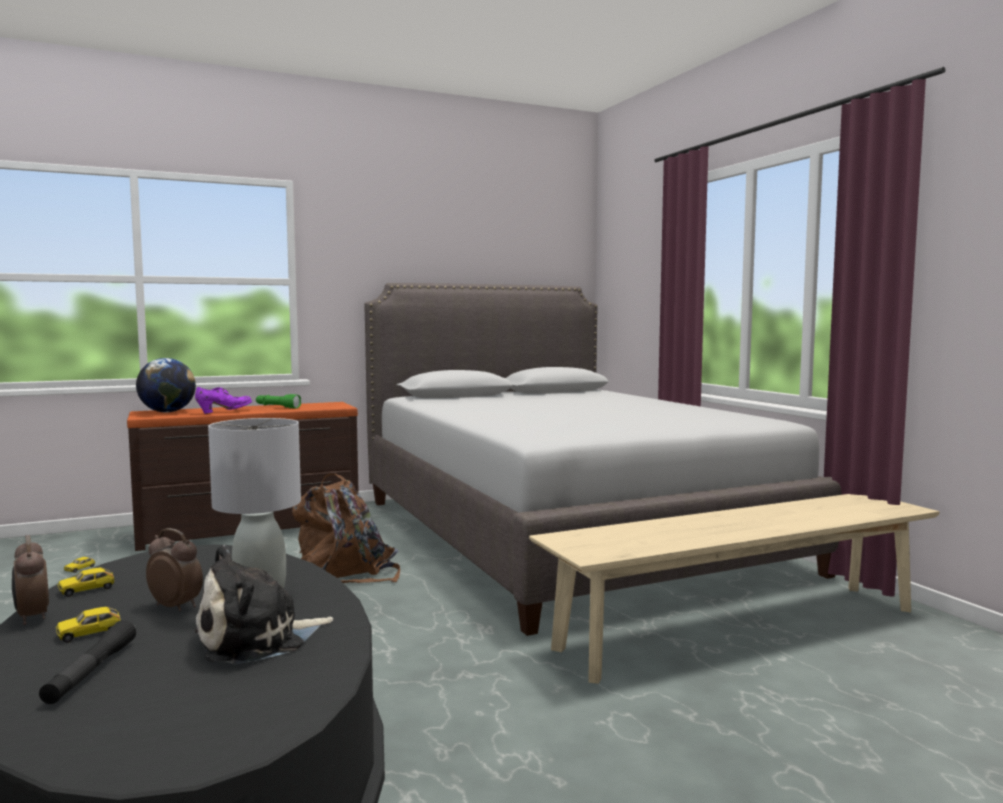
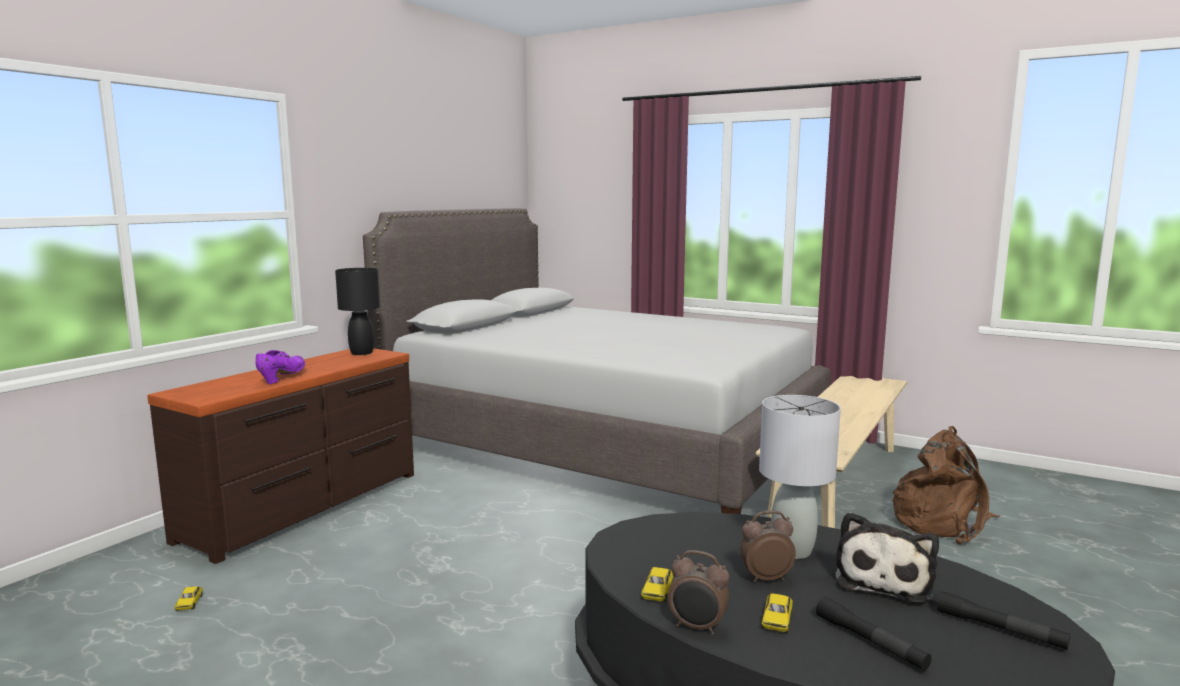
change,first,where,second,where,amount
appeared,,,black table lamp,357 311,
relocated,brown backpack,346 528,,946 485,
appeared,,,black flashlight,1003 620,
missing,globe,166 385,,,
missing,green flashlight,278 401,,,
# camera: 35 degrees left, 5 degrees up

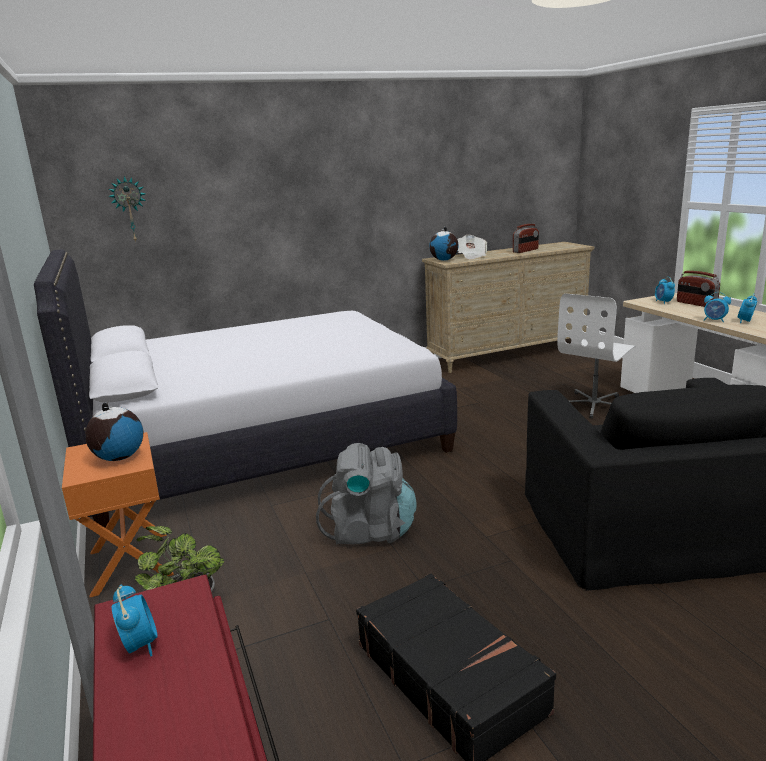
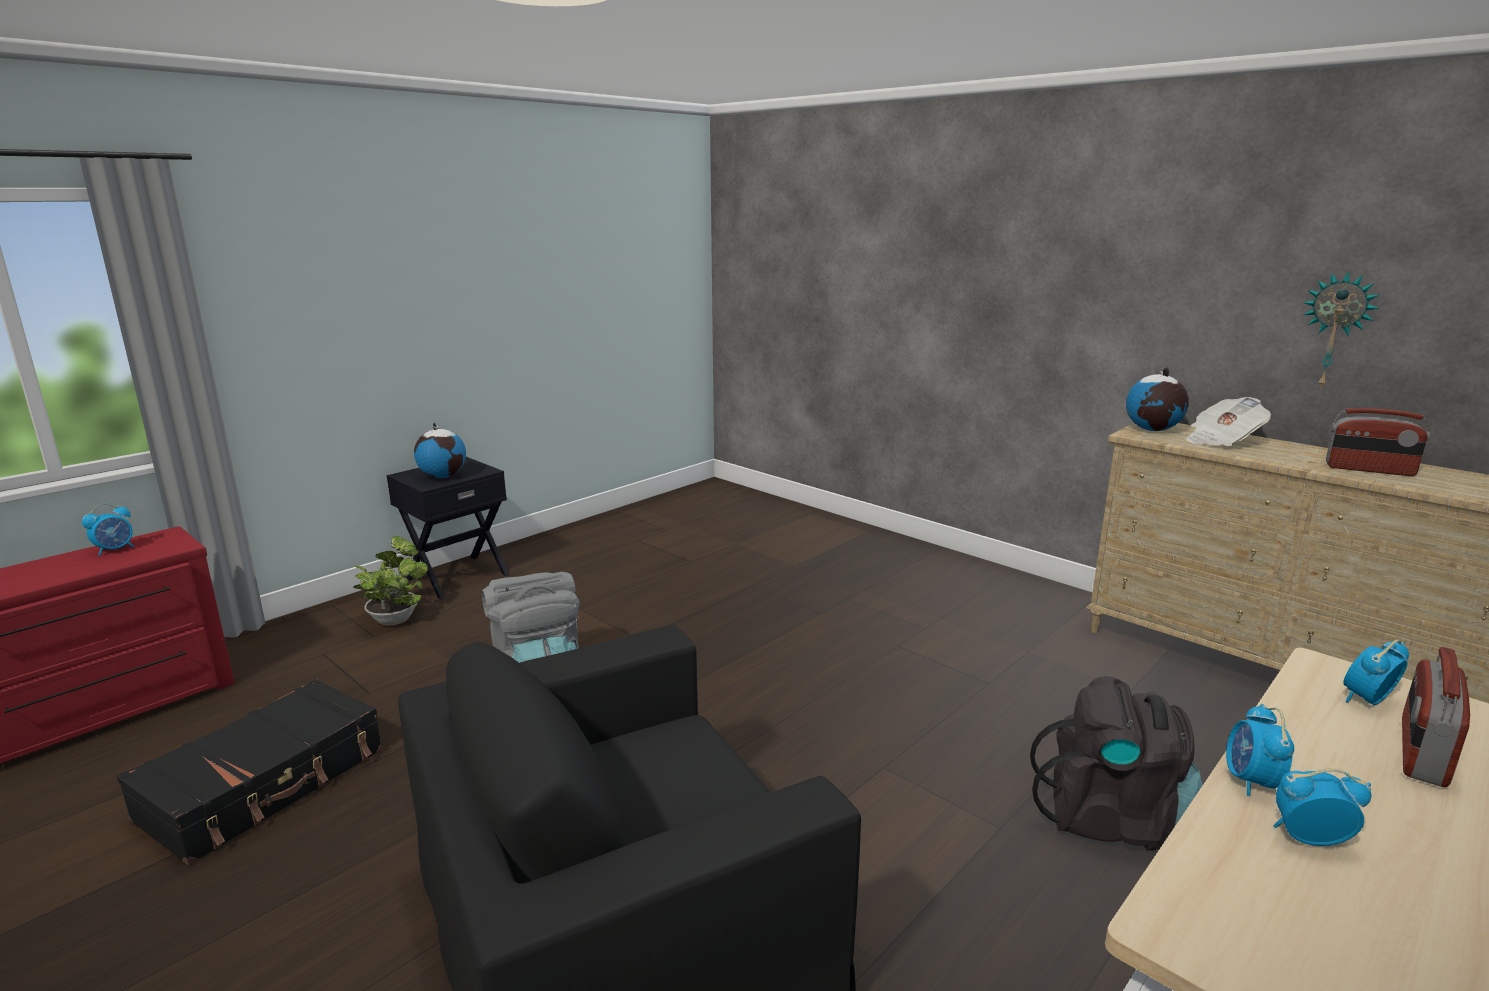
change,first,where,second,where,amount
colour,orange nightstand,118 514,black nightstand,448 528,
exchanged,white office chair,596 356,black backpack,1116 763,
relocated,wall clock,127 209,,1341 330,
missing,white bed,245 388,,,
# camera: 65 degrees right, 0 degrees up

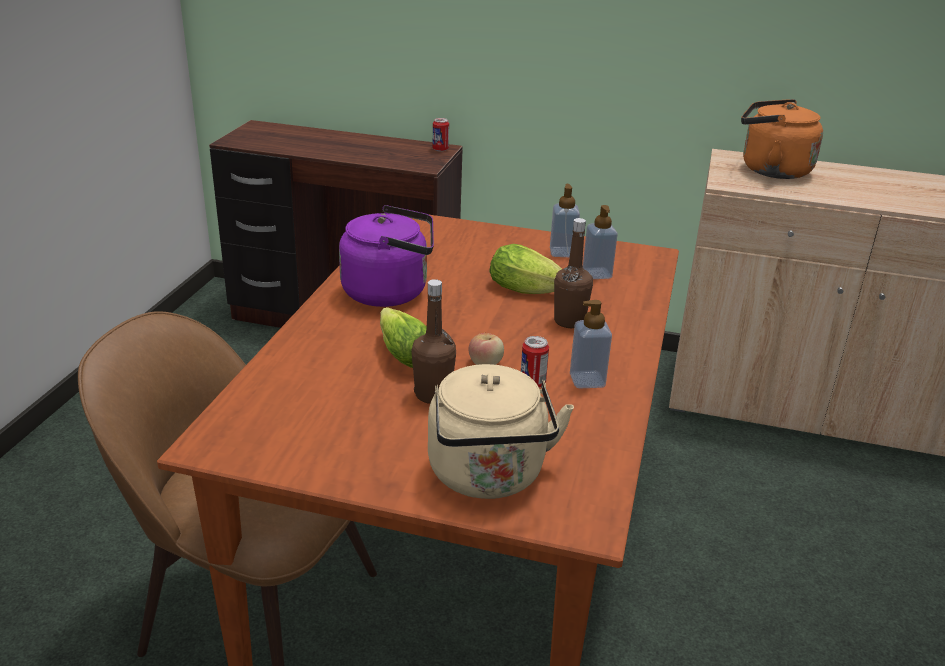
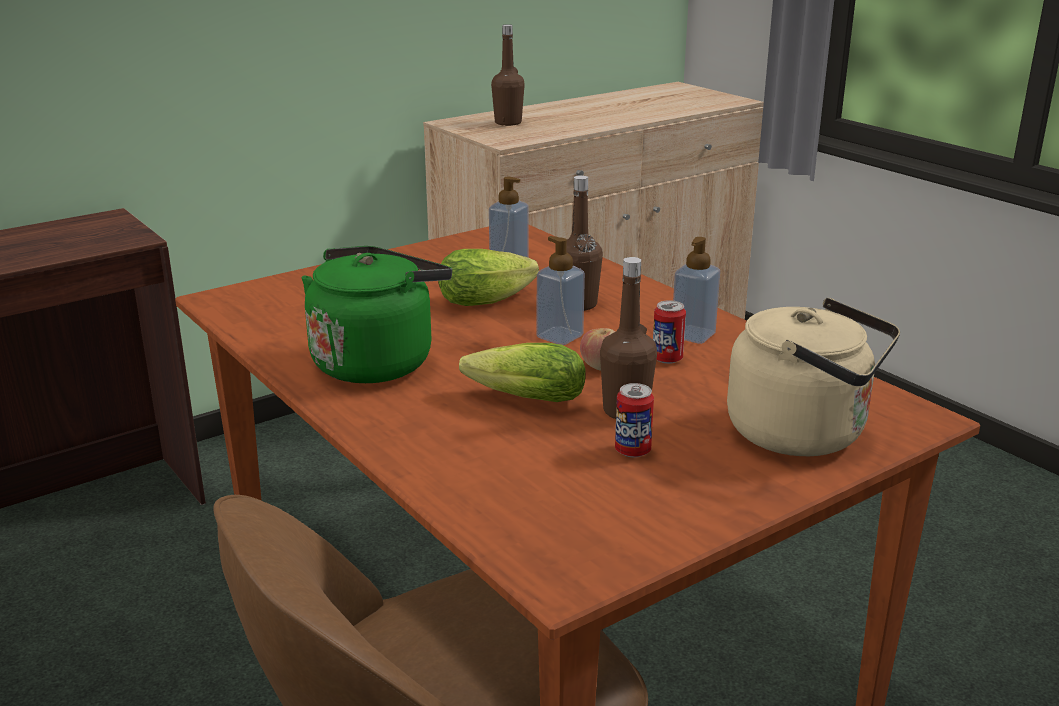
change,first,where,second,where,amount
colour,purple kettle,386 256,green kettle,376 314,
exchanged,orange kettle,782 139,brown bottle,508 75,
relocated,soap dispenser,565 220,,561 290,
relocated,can,441 135,,634 420,
# camera: 50 degrees left, 5 degrees down

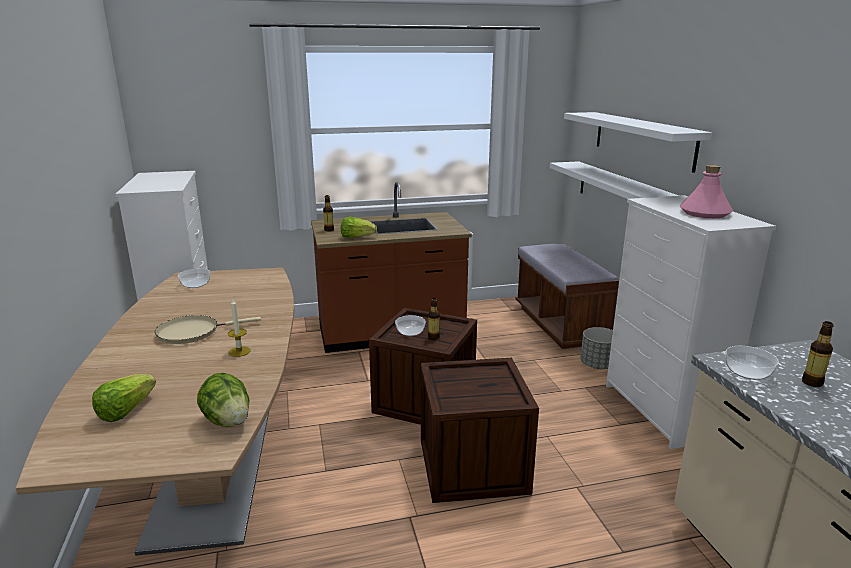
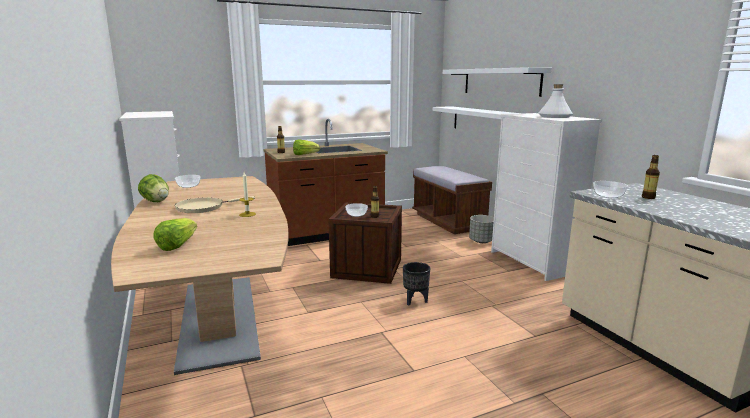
change,first,where,second,where,amount
relocated,lettuce,223 400,,153 188,
exchanged,crate,480 430,black planter,416 283,
colour,pink bottle,706 191,white bottle,556 101,
# camera: 10 degrees left, 5 degrees down

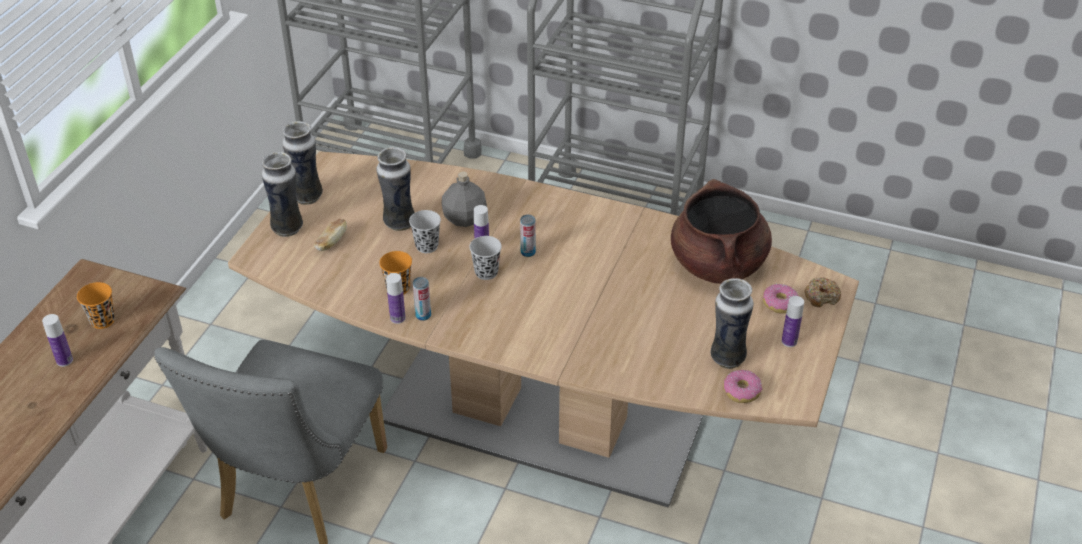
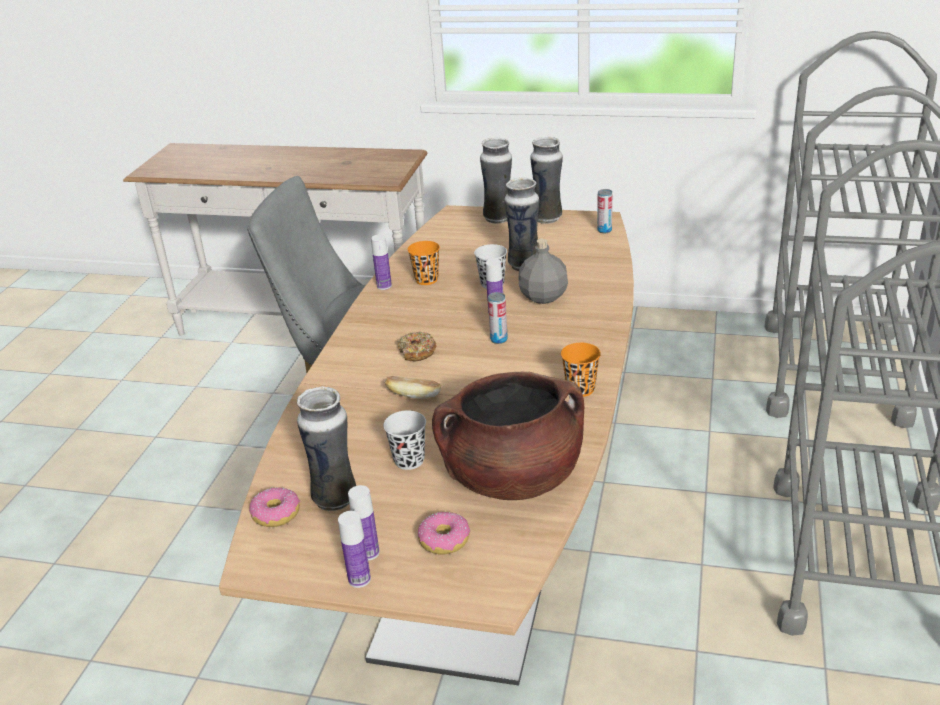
change,first,where,second,where,amount
relocated,bottle,57 340,,354 549,
relocated,black cup,485 258,,404 440,
relocated,bread,330 235,,412 387,
relocated,donut,822 292,,417 346,
relocated,orange cup,96 305,,581 370,
relocated,can,422 299,,604 211,
# camera: 85 degrees right, 10 degrees down

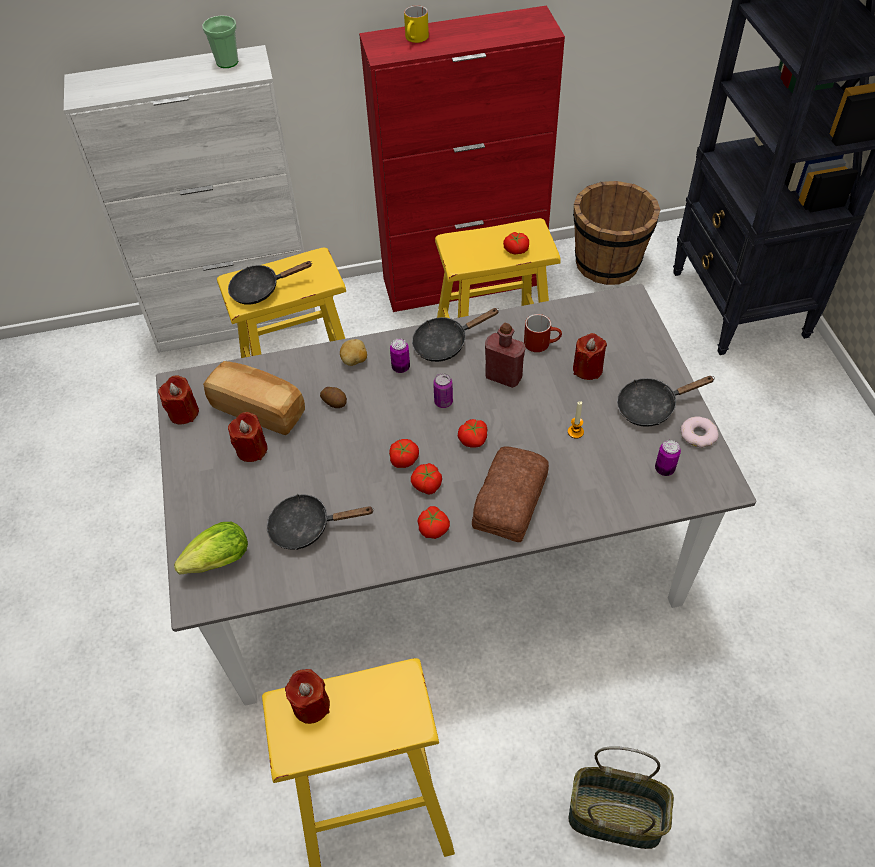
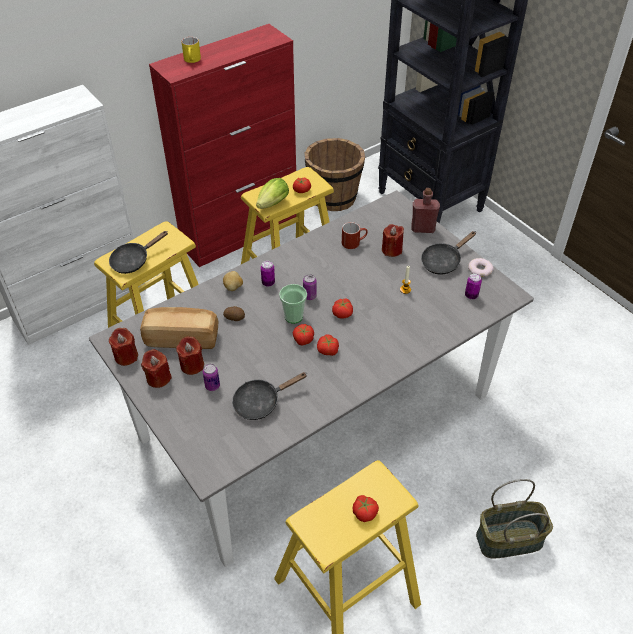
change,first,where,second,where,amount
relocated,red candle,307 696,,156 368,
appeared,,,can,211 377,
relocated,lettuce,211 548,,272 193,
relocated,cup,220 41,,293 304,
relocated,tomato,433 522,,365 508,
relocated,red bottle,505 355,,425 210,
missing,black frying pan,455 335,,,
missing,bread,510 494,,,
# camera: 25 degrees left, 5 degrees down

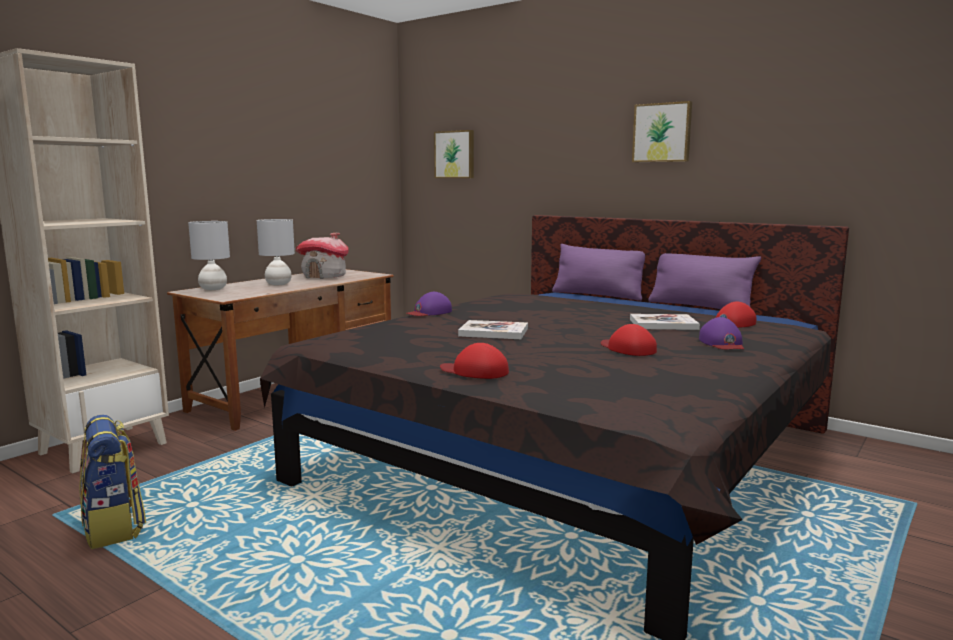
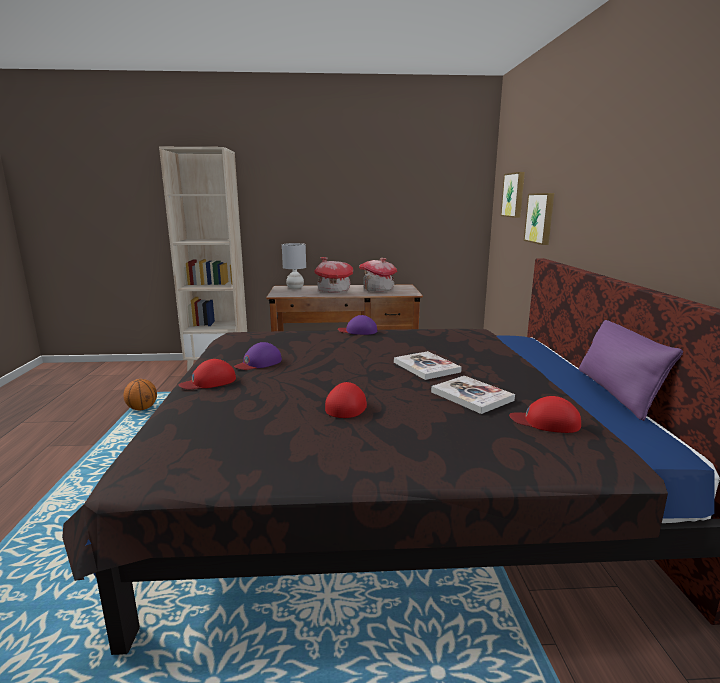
change,first,where,second,where,amount
exchanged,backpack,112 482,basketball,140 395,
spun,red cap,474 361,,207 374,105 degrees counterclockwise
relocated,purple cap,721 333,,258 356,
exchanged,grey table lamp,276 252,toy house,333 274,
relocated,book,493 329,,428 365,
relocated,picture,662 131,,539 219,
missing,purple pillow,598 272,,,
# camera: 50 degrees right, 5 degrees up

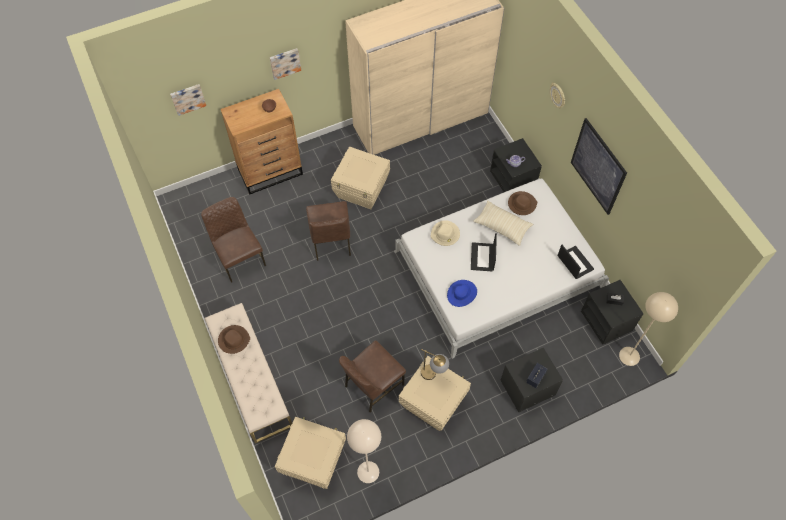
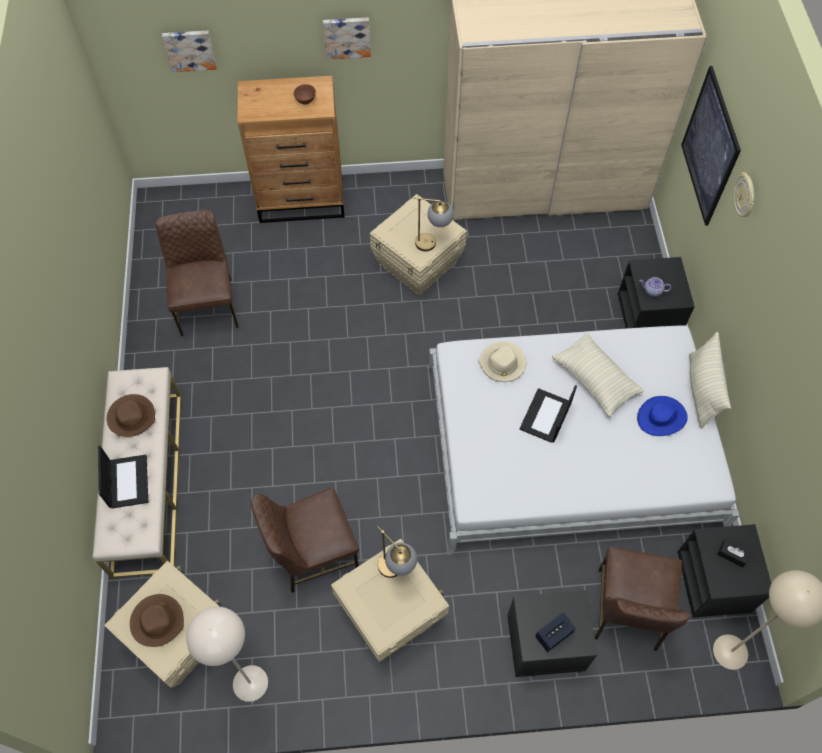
change,first,where,second,where,amount
relocated,laptop,575 262,,123 477,
relocated,brown hat,522 203,,157 620,
appeared,,,table lamp,433 224,
relocated,brown chair,328 231,,643 599,
relocated,blue hat,462 293,,662 416,
relocated,picture,599 166,,711 146,
appeared,,,beige pillow,710 380,
# camera: 20 degrees right, 0 degrees up

